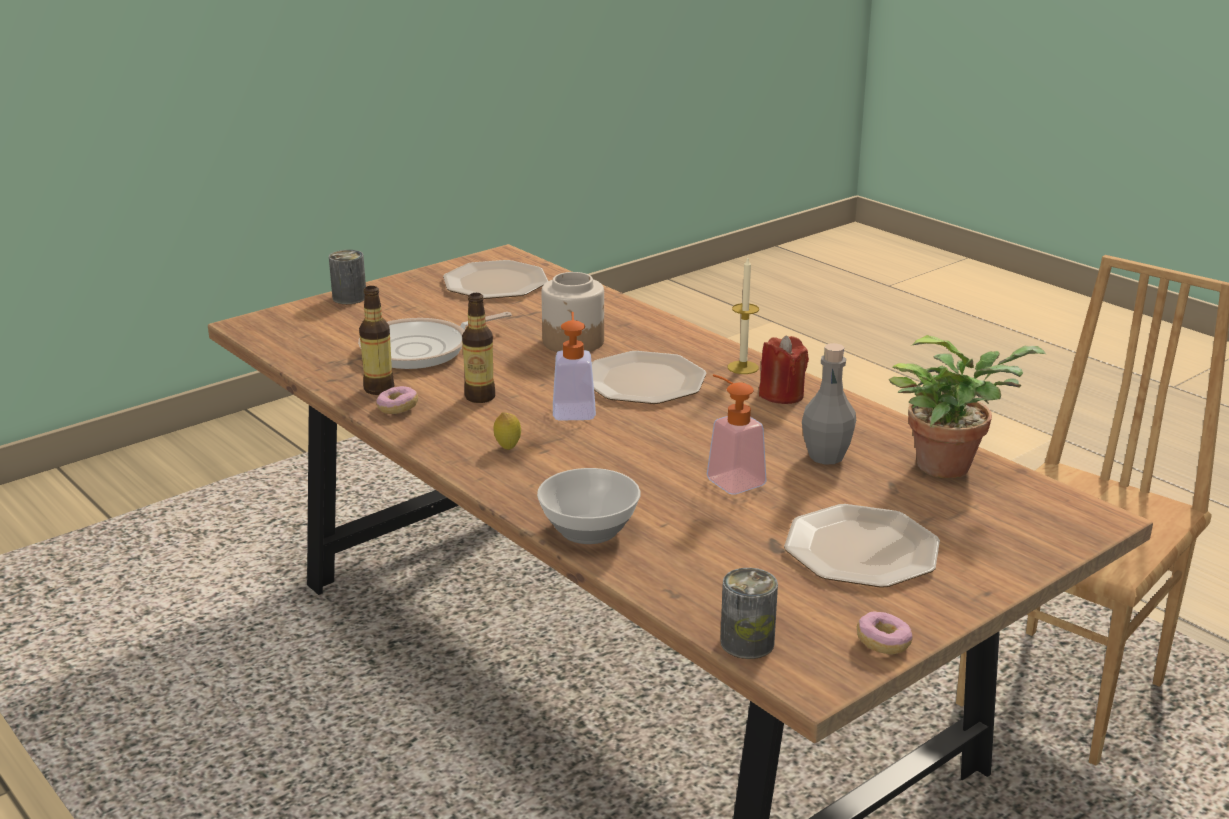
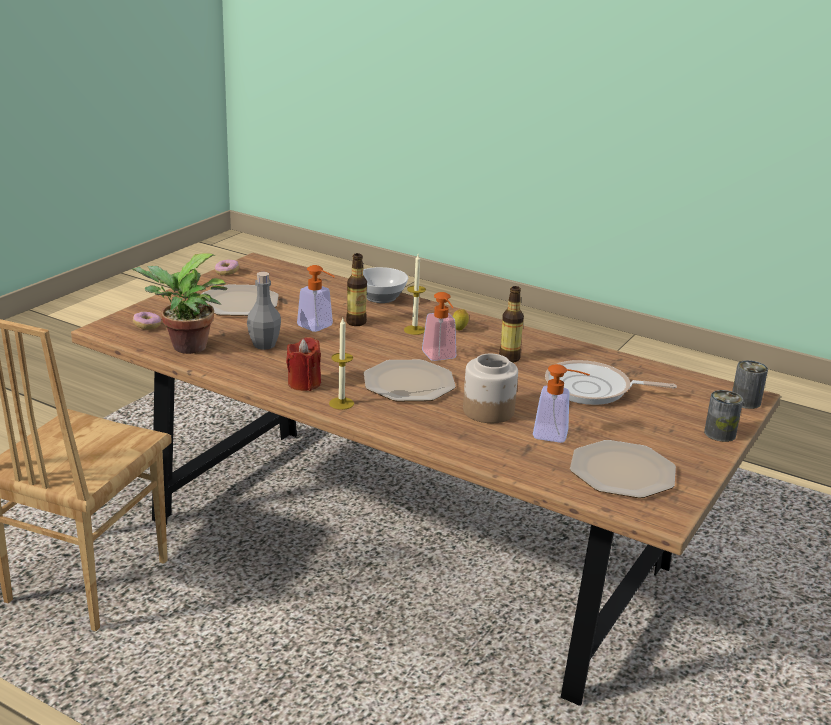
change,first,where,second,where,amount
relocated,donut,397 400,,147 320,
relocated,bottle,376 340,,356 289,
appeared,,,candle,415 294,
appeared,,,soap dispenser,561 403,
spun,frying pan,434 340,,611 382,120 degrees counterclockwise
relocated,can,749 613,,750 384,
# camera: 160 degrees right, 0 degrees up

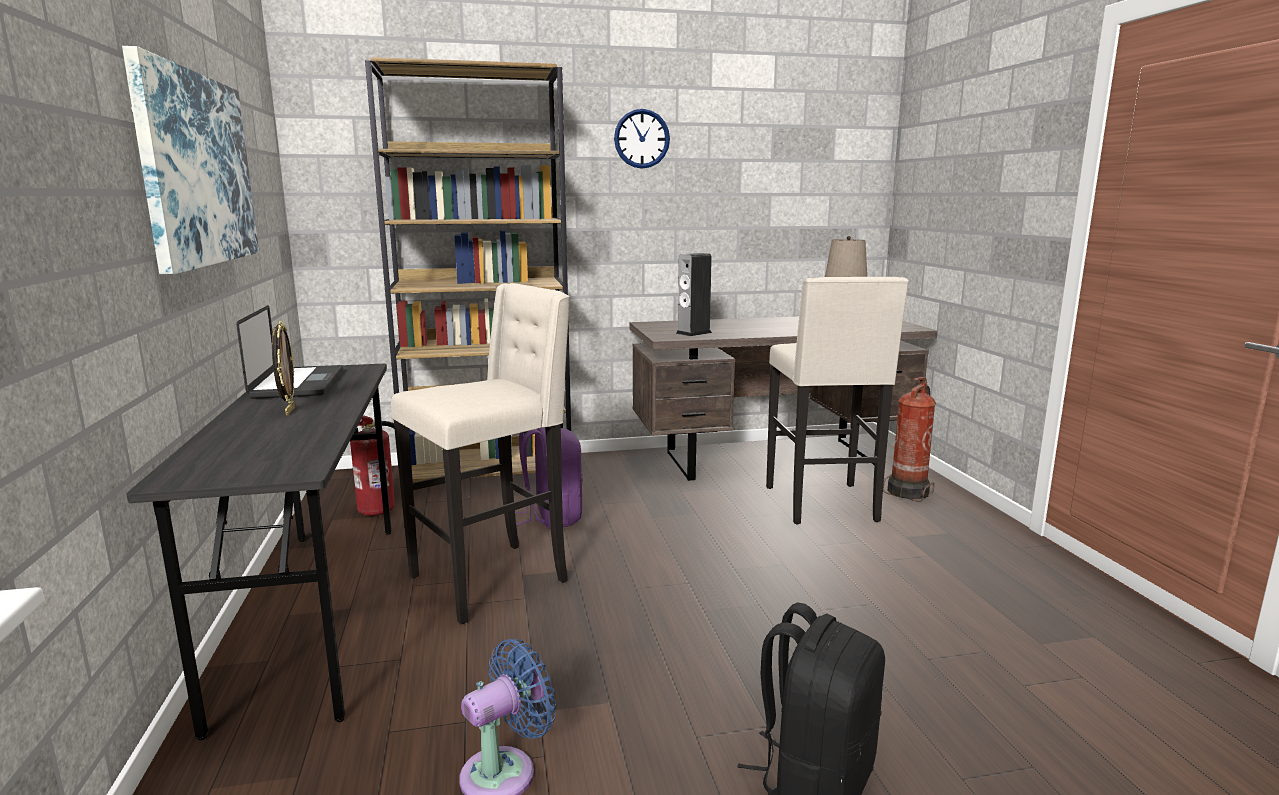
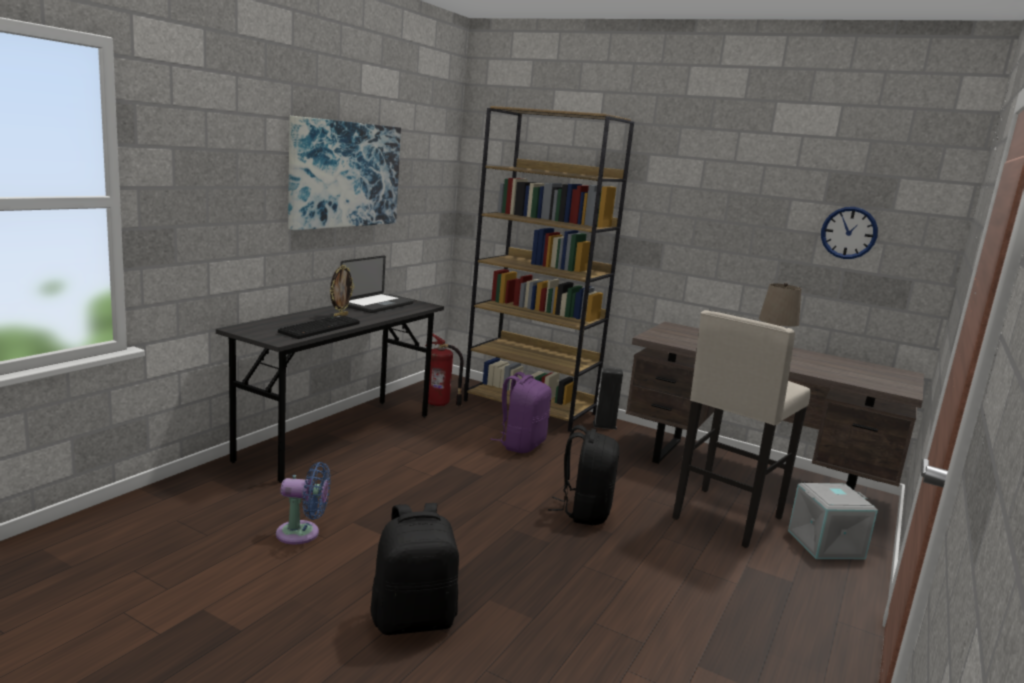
change,first,where,second,where,amount
appeared,,,keyboard,319 327,
appeared,,,black backpack,583 475,
relocated,speaker,694 294,,608 399,
exchanged,fire extinguisher,909 439,grey storage box,833 521,
relocated,wall clock,642 139,,849 233,
missing,beige stool,480 453,,,
# camera: 40 degrees right, 0 degrees up

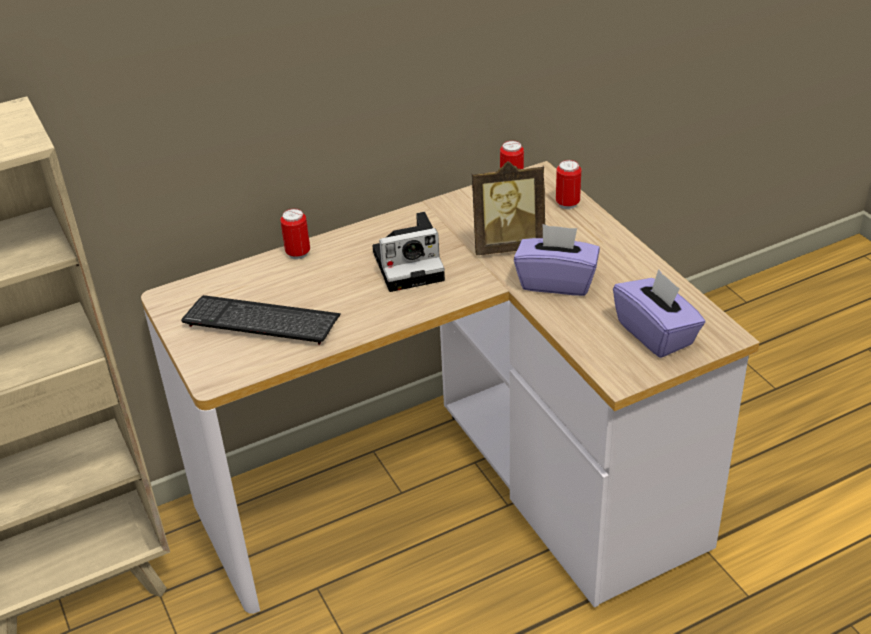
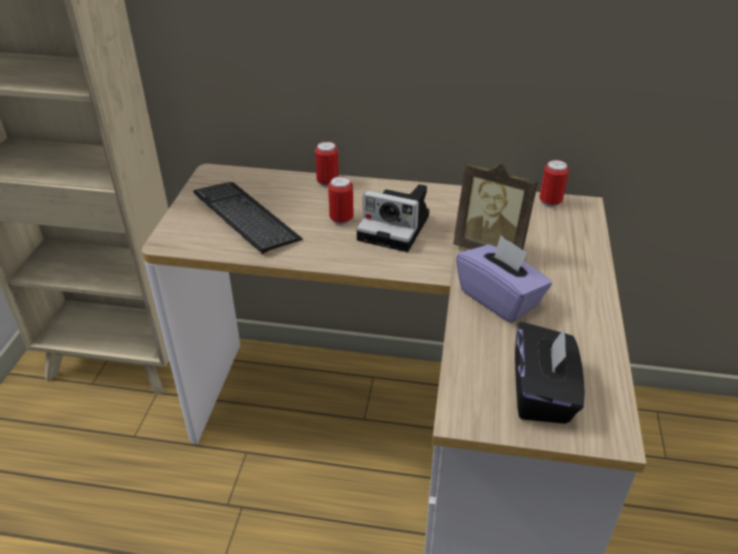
change,first,where,second,where,amount
relocated,can,568 184,,340 200,
colour,purple tissue box,659 313,black tissue box,550 373,
# camera: 35 degrees right, 0 degrees up

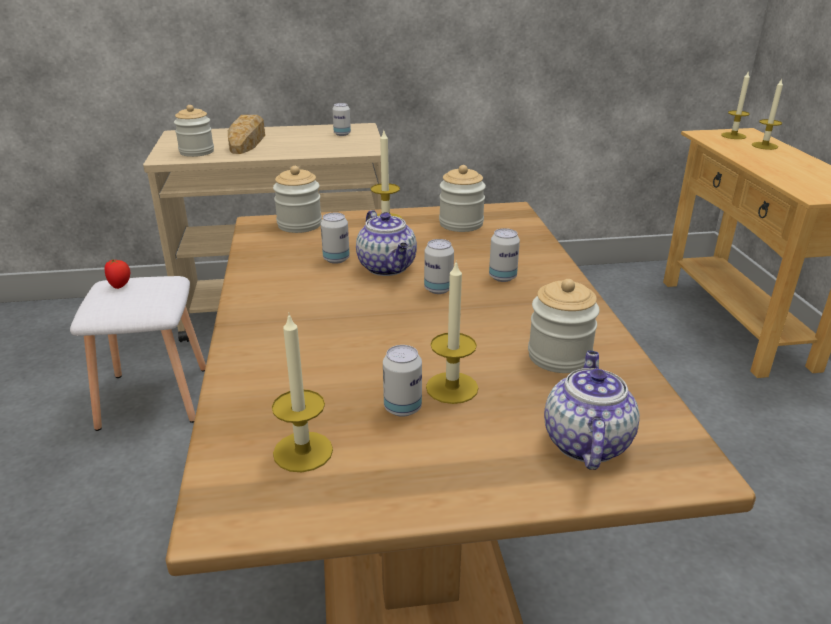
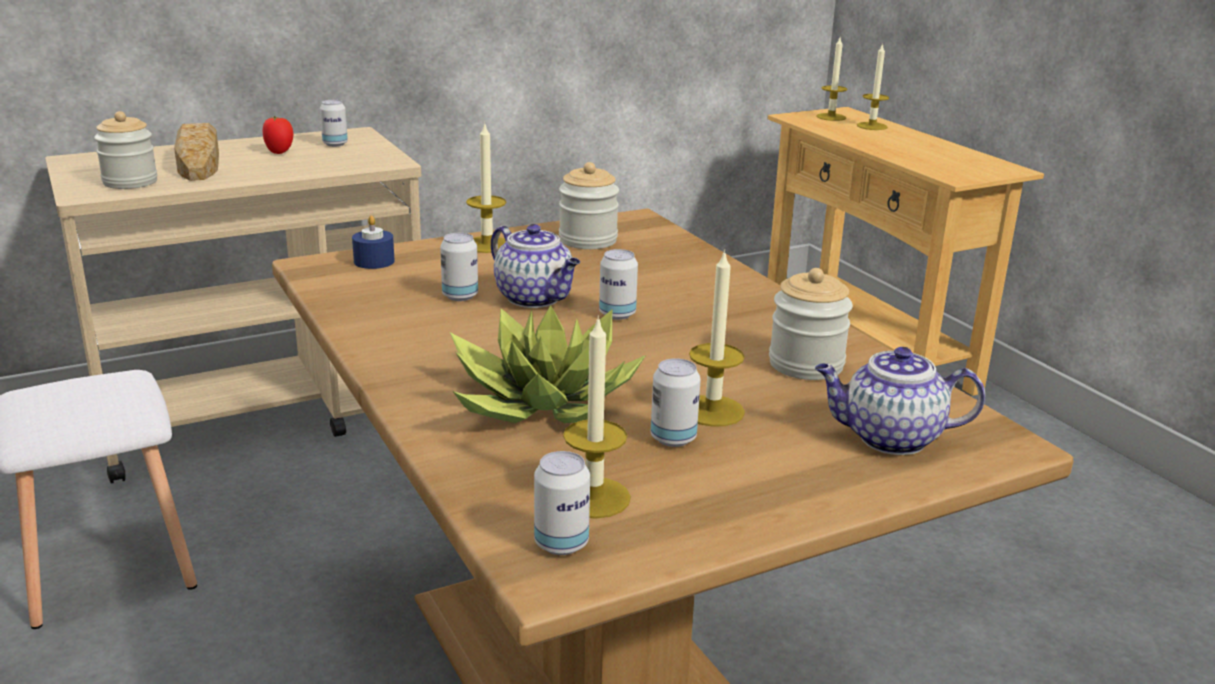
change,first,where,second,where,amount
relocated,tomato,117 274,,278 135,
exchanged,jar,297 199,blue candle,373 242,
appeared,,,potted plant,548 364,
relocated,can,504 255,,562 503,
spun,teapot,592 410,,900 401,75 degrees counterclockwise
# camera: 20 degrees left, 5 degrees down

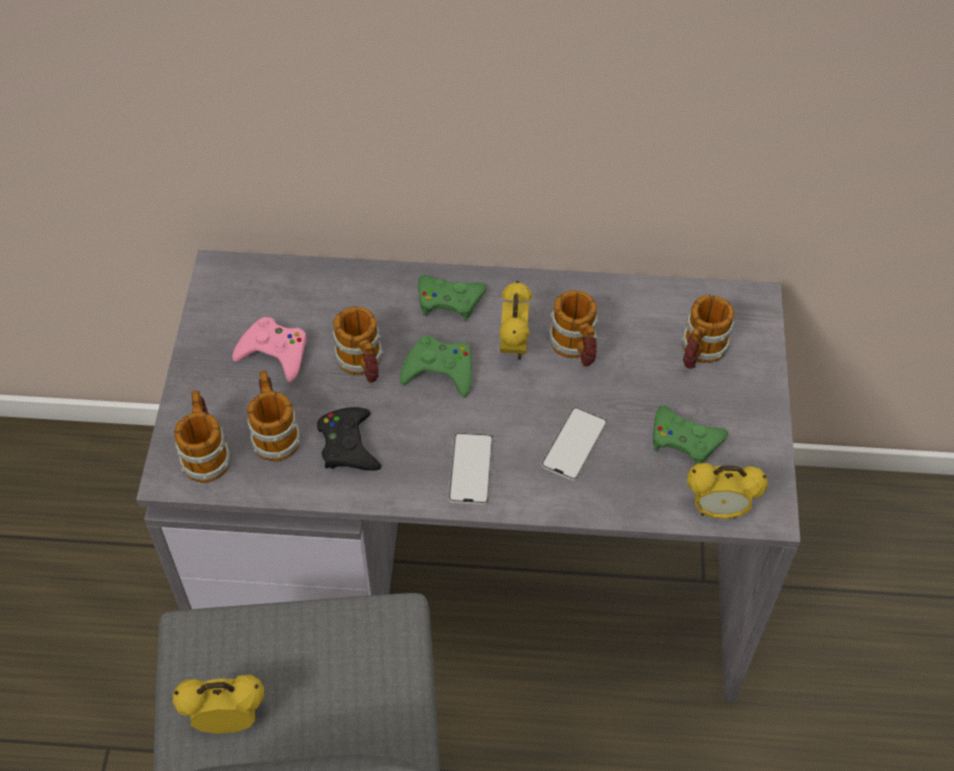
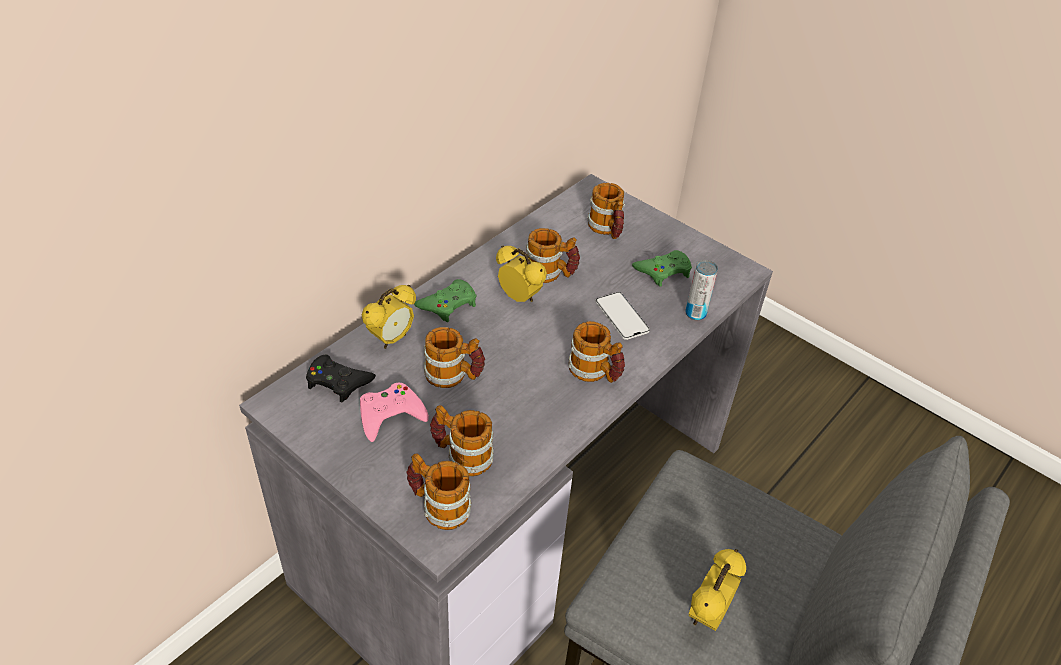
change,first,where,second,where,amount
relocated,black game controller,349 439,,341 378,
relocated,alarm clock,727 491,,389 317,
exchanged,phone,470 469,mug,596 352,
appeared,,,can,701 290,
missing,green game controller,435 366,,,
# camera: 55 degrees left, 10 degrees down

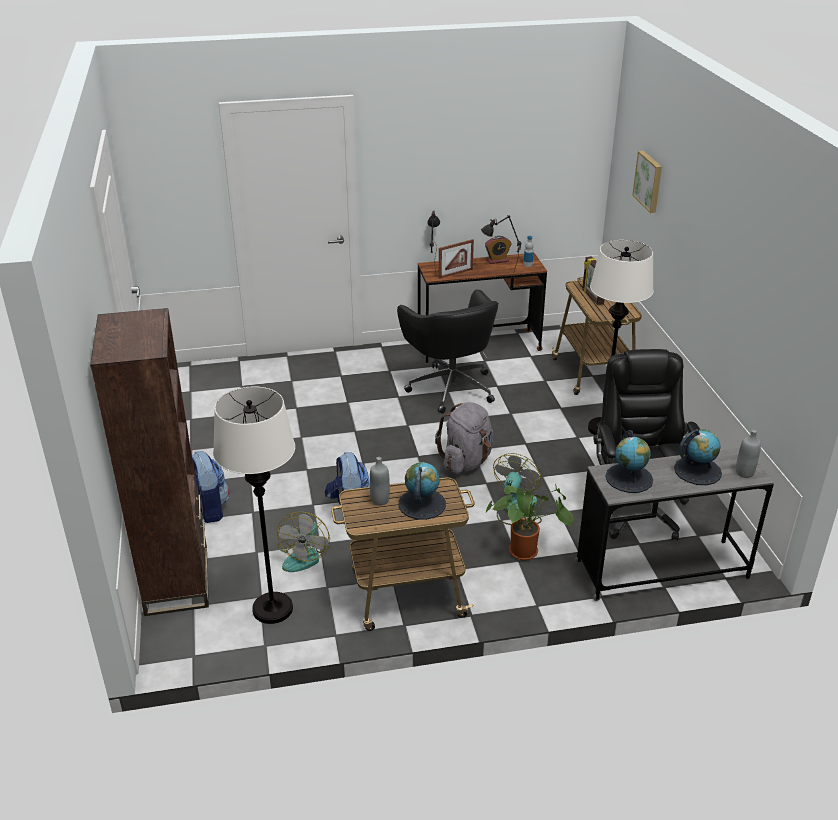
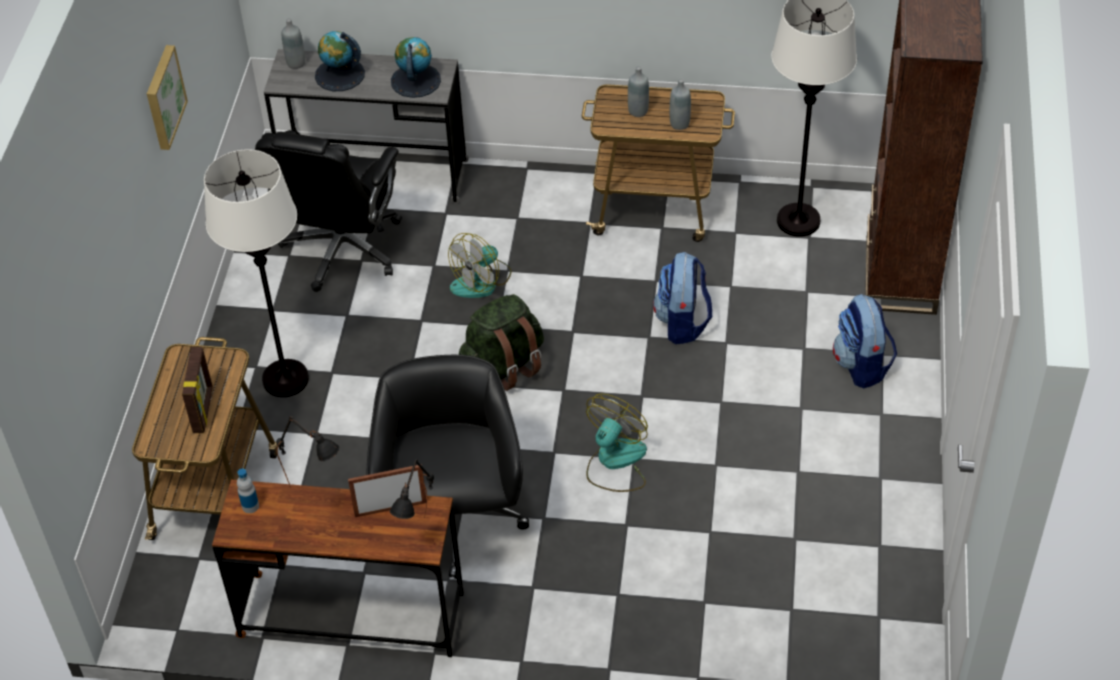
change,first,where,second,where,amount
relocated,picture,647 182,,167 97,
colour,grey backpack,464 437,green backpack,501 342,
relocated,fan,303 542,,617 443,
exchanged,globe,422 491,grey bottle,638 91,
missing,alarm clock,498 250,,,
missing,potted plant,529 522,,,
# camera: 160 degrees left, 15 degrees up

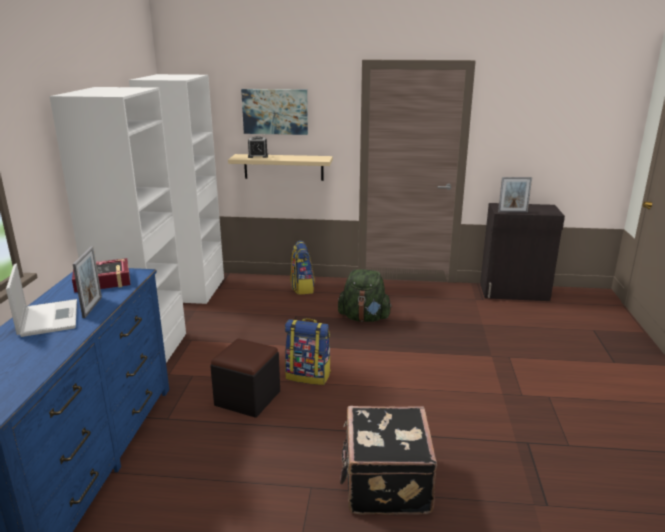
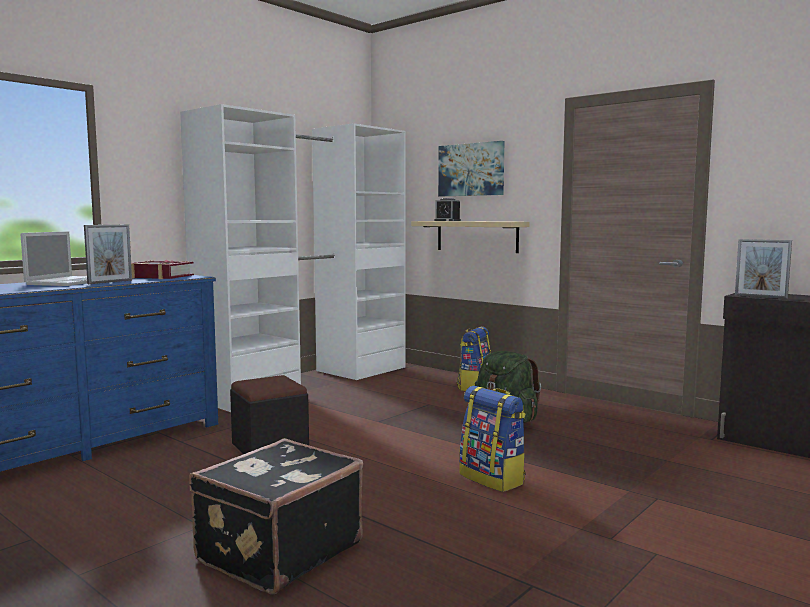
change,first,where,second,where,amount
relocated,backpack,308 351,,492 439,
# camera: 35 degrees right, 15 degrees down

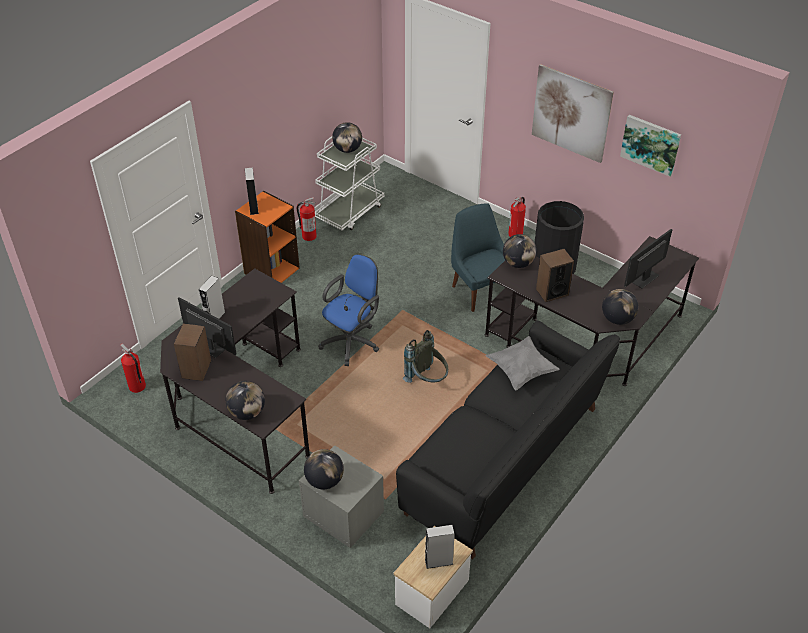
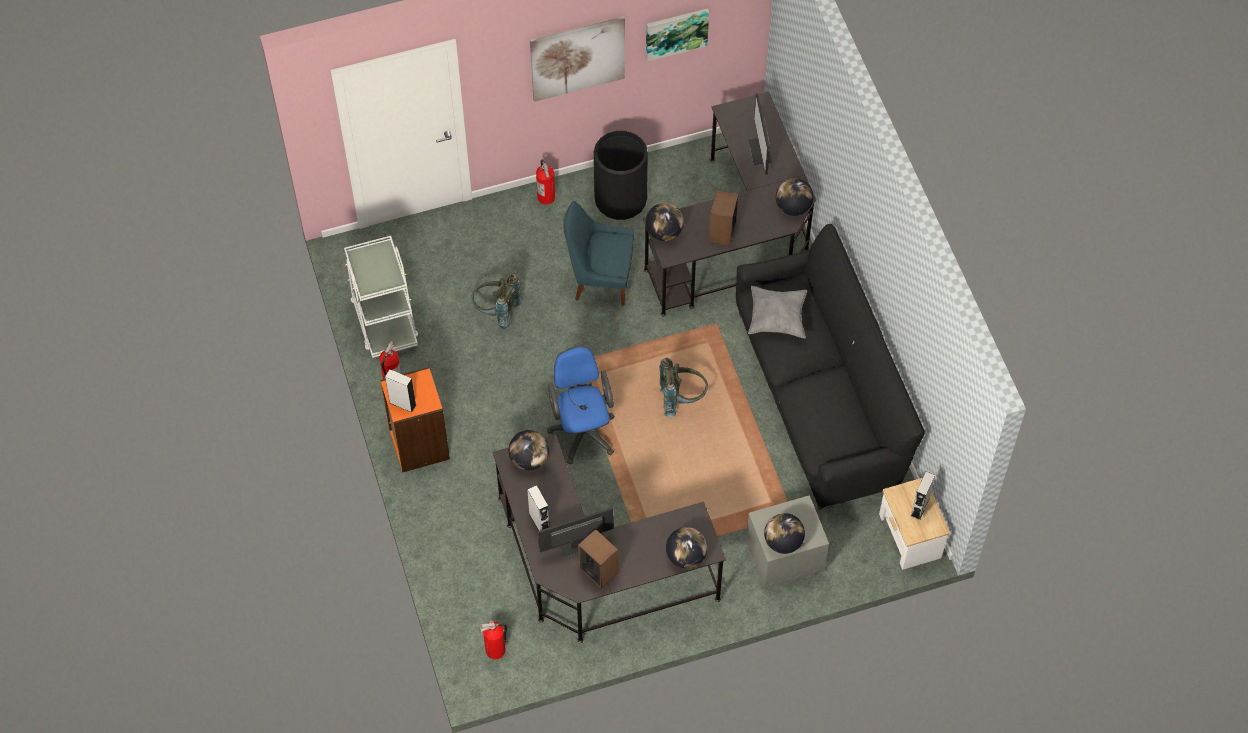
change,first,where,second,where,amount
appeared,,,grey backpack,497 302,
relocated,globe,347 137,,528 450,
# camera: 55 degrees left, 15 degrees up

